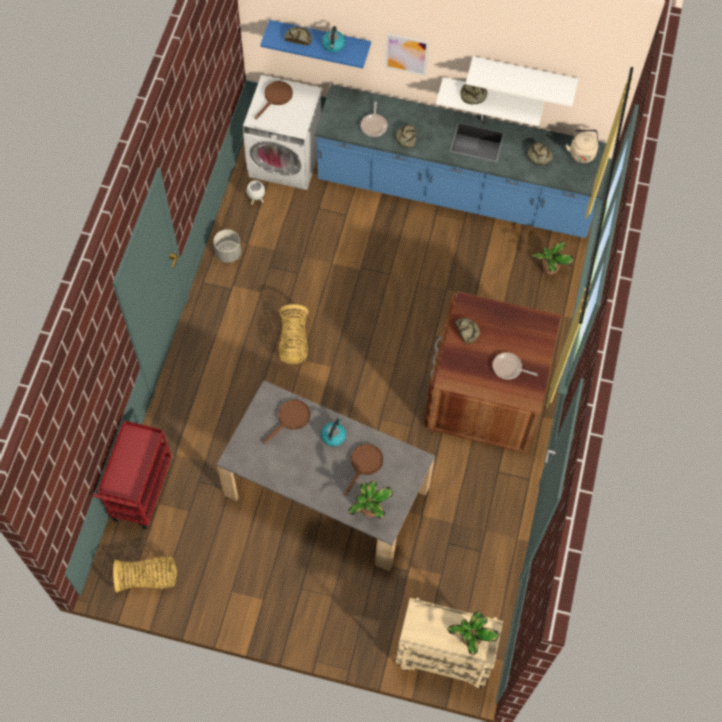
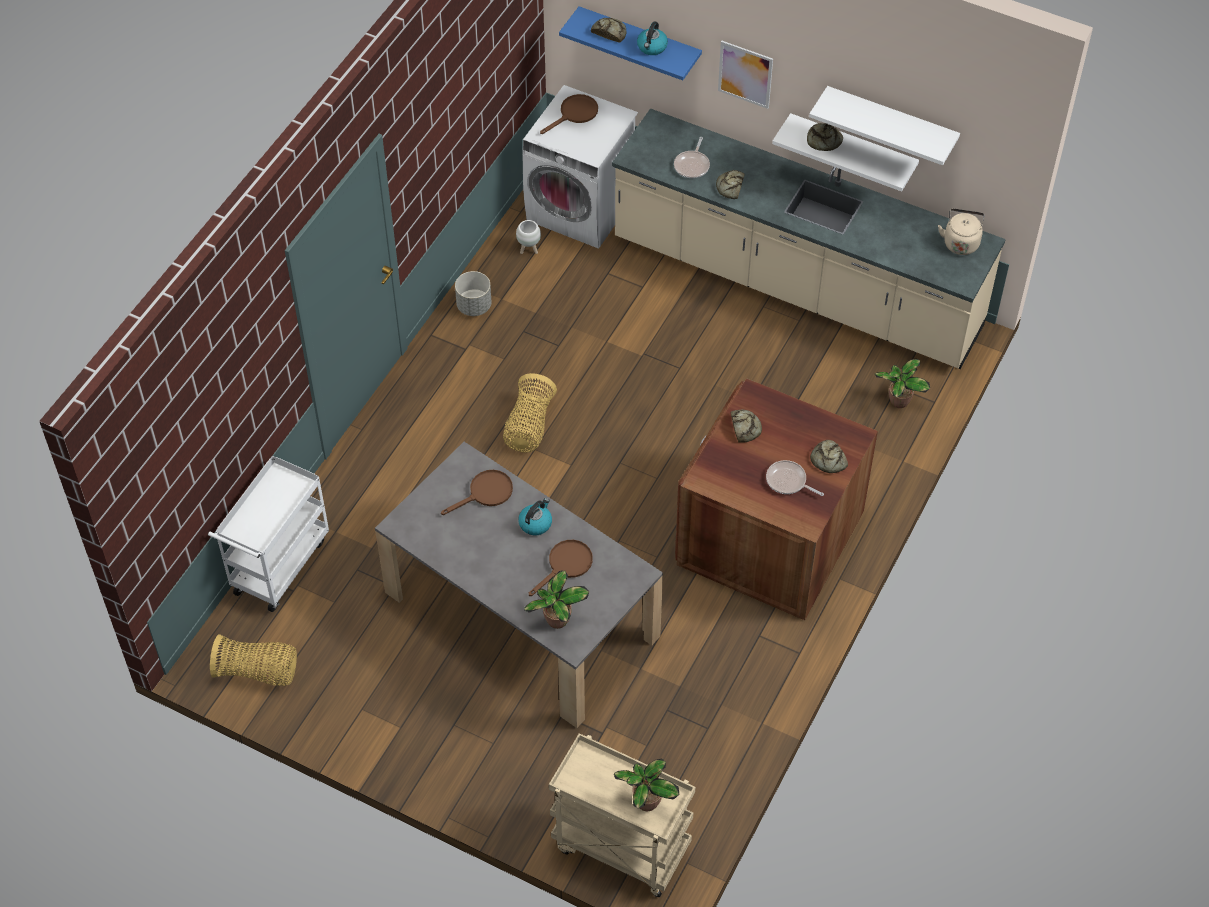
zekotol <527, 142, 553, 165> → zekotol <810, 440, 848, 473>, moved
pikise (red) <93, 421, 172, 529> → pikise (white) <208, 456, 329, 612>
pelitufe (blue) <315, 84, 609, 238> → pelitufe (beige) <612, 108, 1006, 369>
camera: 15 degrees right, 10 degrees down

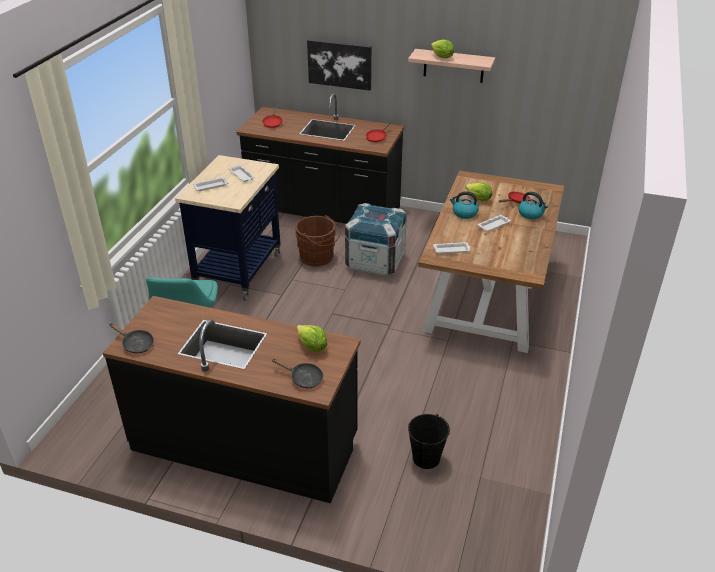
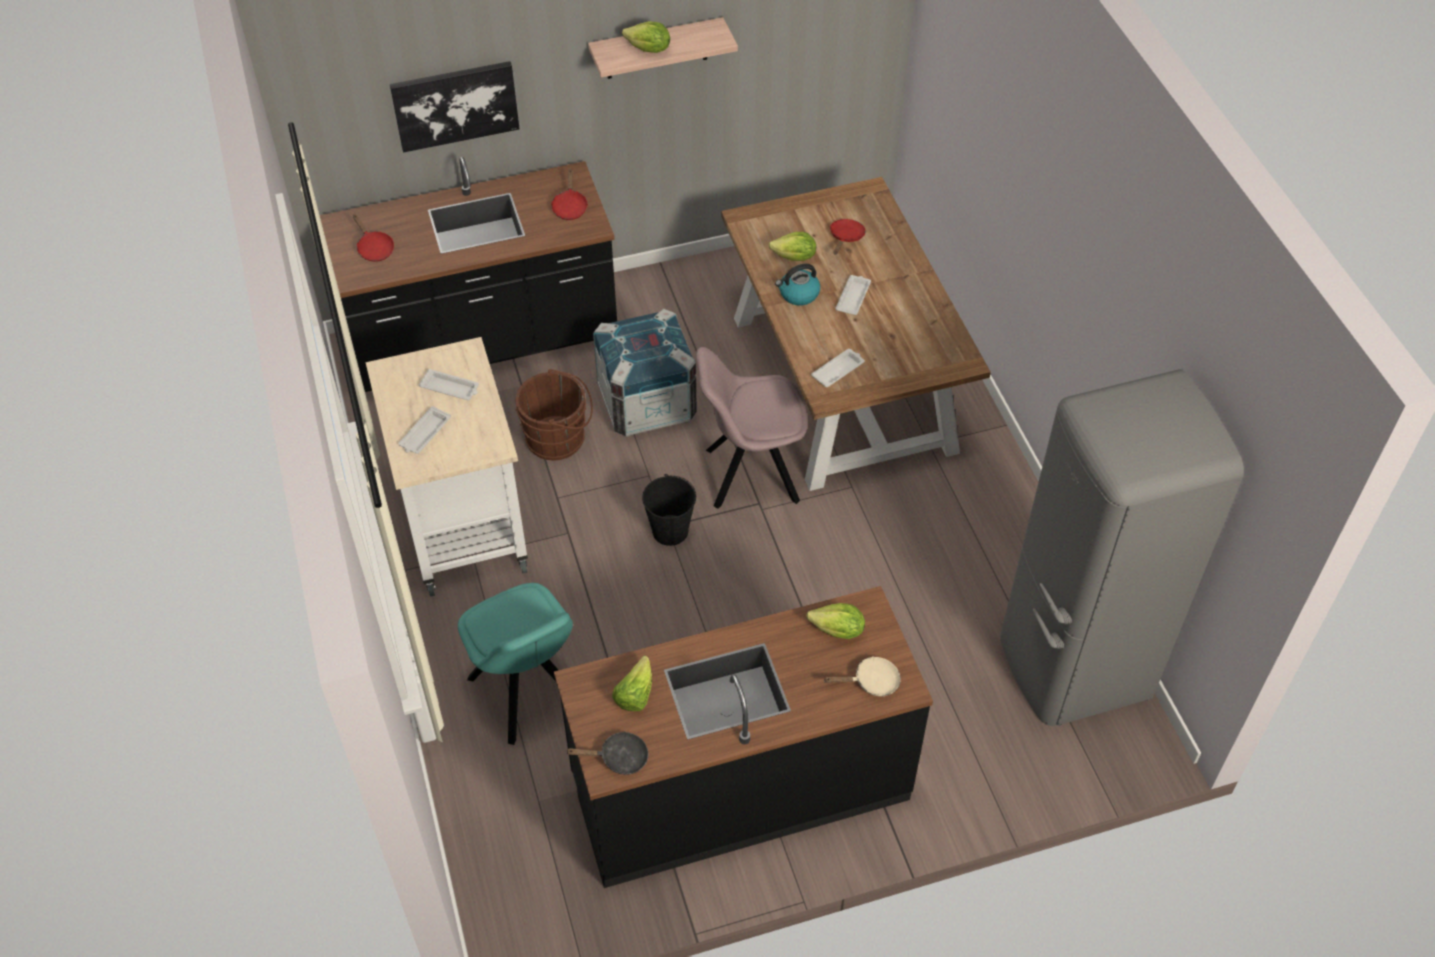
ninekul <518, 192, 548, 219> → -
- → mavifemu <612, 655, 652, 711>
- → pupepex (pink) <696, 347, 808, 509>
- → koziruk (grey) <1000, 369, 1244, 726>
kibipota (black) <408, 414, 450, 469> → kibipota (black) <642, 474, 696, 546>, moved
pikise (blue) <175, 155, 281, 301> → pikise (white) <366, 337, 528, 597>
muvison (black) <272, 358, 323, 388> → muvison (beige) <823, 656, 901, 697>
camera: 35 degrees left, 15 degrees up

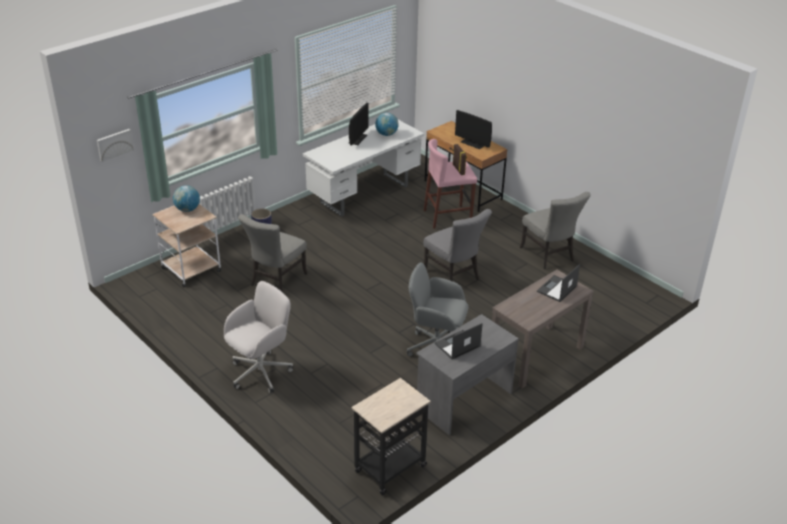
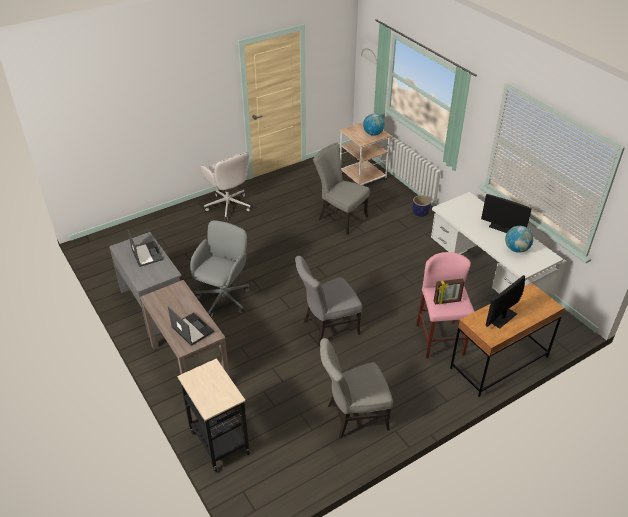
pikise <352, 378, 431, 495> → pikise <177, 358, 250, 473>, moved
camera: 100 degrees right, 5 degrees up

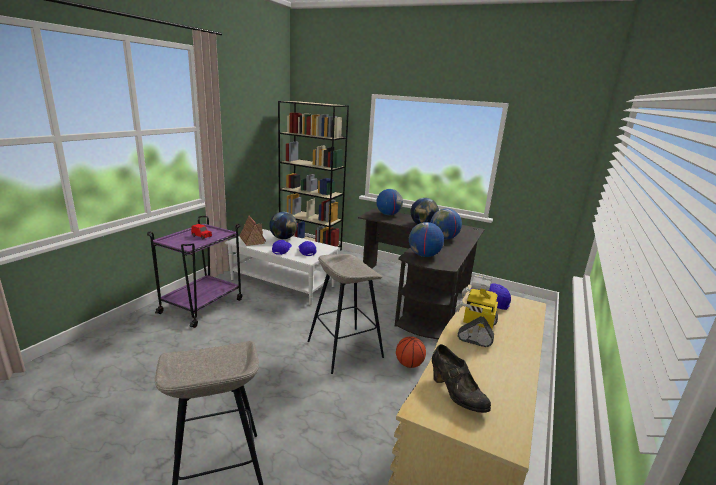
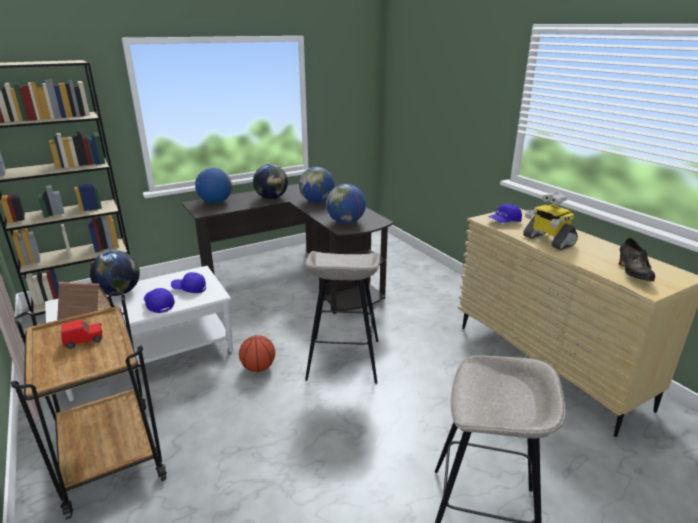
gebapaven <396, 336, 426, 368> → gebapaven <239, 335, 275, 372>, moved
pikise (purple) <147, 216, 242, 328> → pikise (brown) <11, 291, 167, 520>
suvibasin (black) <432, 344, 491, 413> → suvibasin (black) <619, 238, 655, 282>, 90 degrees clockwise
camera: 55 degrees left, 5 degrees up

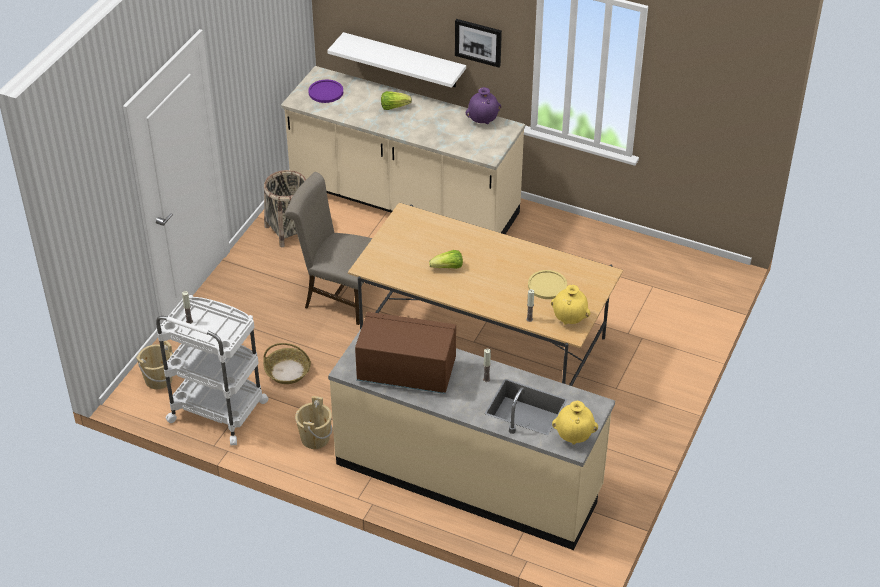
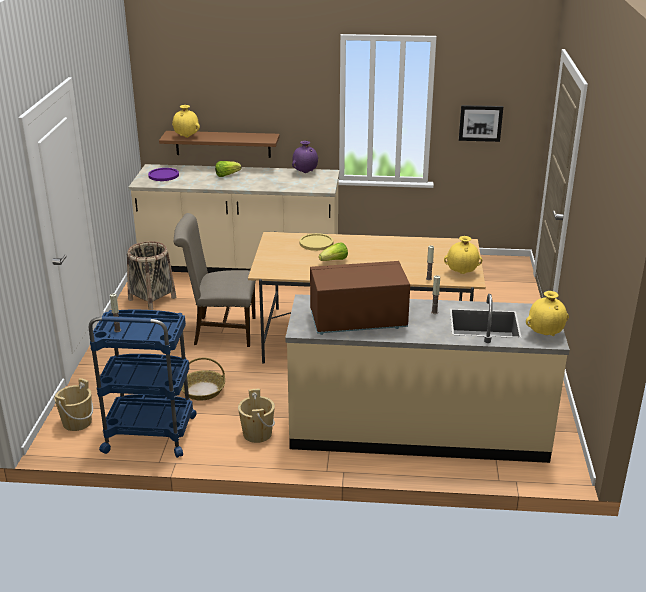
- → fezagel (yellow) <172, 105, 200, 138>
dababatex <455, 19, 502, 68> → dababatex <459, 105, 503, 142>, moved
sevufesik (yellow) <528, 270, 567, 299> → sevufesik (yellow) <299, 233, 333, 251>, moved
pikise (white) <156, 295, 269, 446> → pikise (blue) <89, 310, 197, 458>
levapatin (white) <327, 32, 466, 88> → levapatin (brown) <159, 131, 280, 158>
camera: 20 degrees left, 15 degrees down

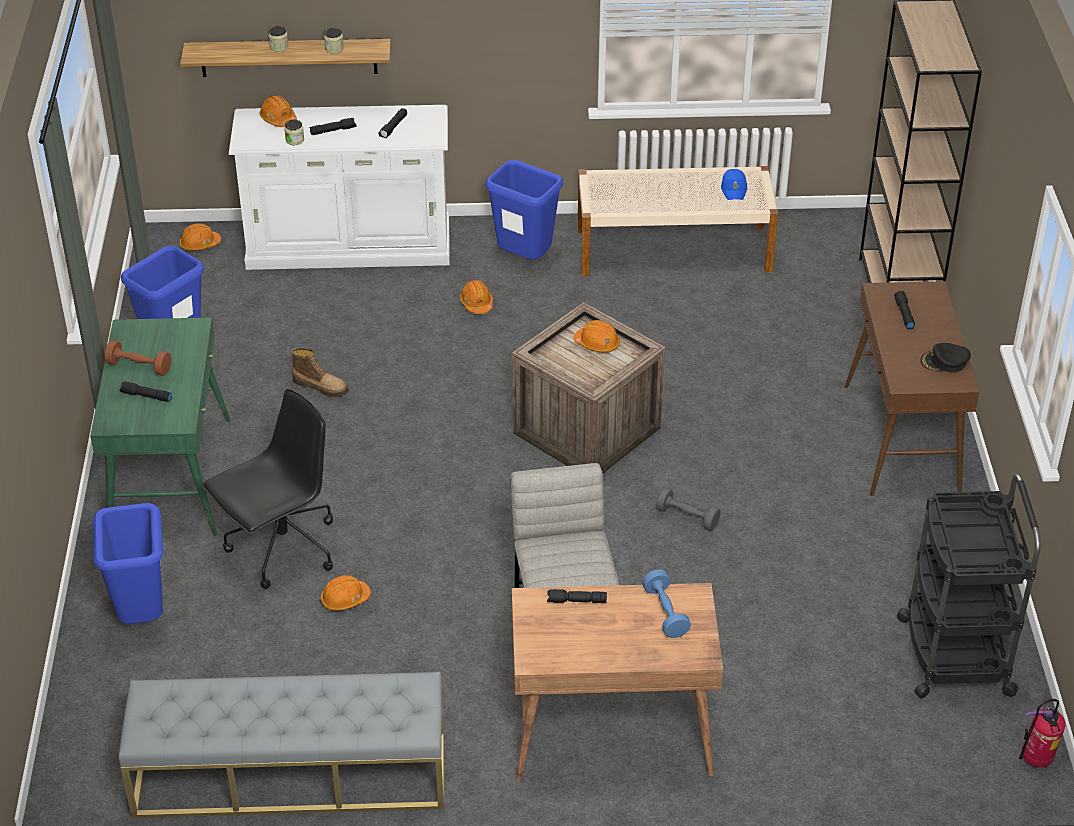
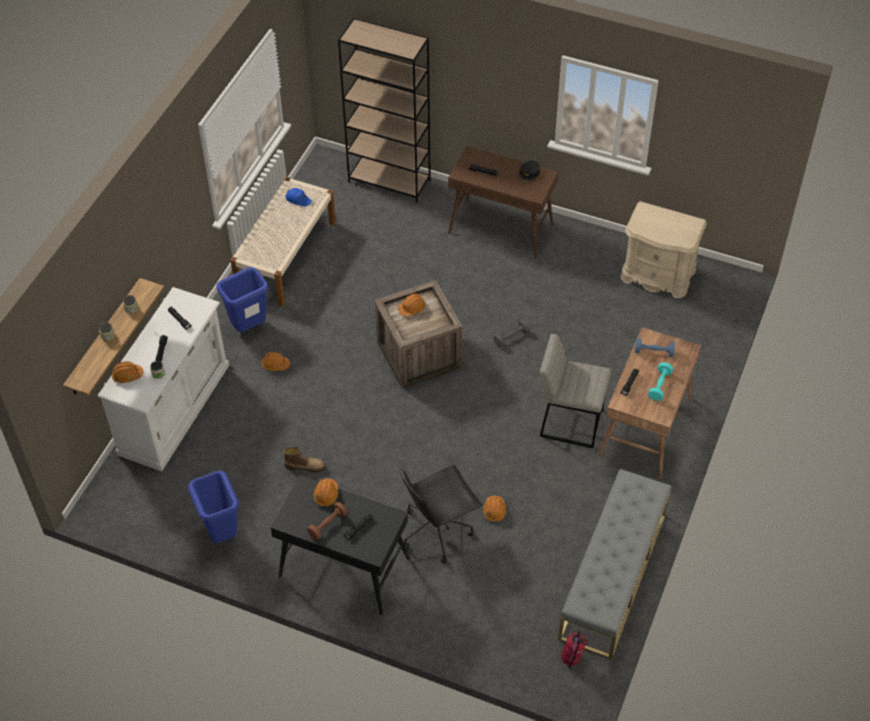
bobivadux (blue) <93, 503, 163, 624> → -
- → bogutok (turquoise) <648, 362, 673, 401>
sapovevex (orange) <179, 223, 221, 251> → sapovevex (orange) <313, 479, 338, 506>, moved
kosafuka <1019, 699, 1065, 767> → kosafuka <561, 631, 589, 668>, moved
pikise (black) <897, 474, 1041, 698> → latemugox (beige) <620, 201, 707, 298>
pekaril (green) <90, 317, 231, 536> → pekaril (black) <270, 475, 410, 615>
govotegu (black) <202, 389, 333, 589> → govotegu (black) <401, 465, 482, 563>, 105 degrees counterclockwise
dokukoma <291, 347, 349, 397> → dokukoma <283, 447, 326, 473>, 45 degrees clockwise
camera: 65 degrees left, 10 degrees up

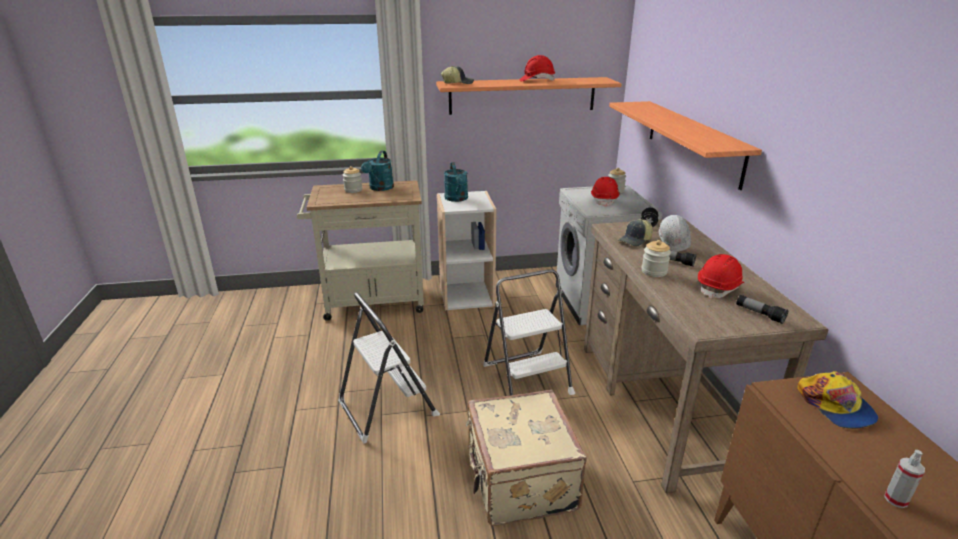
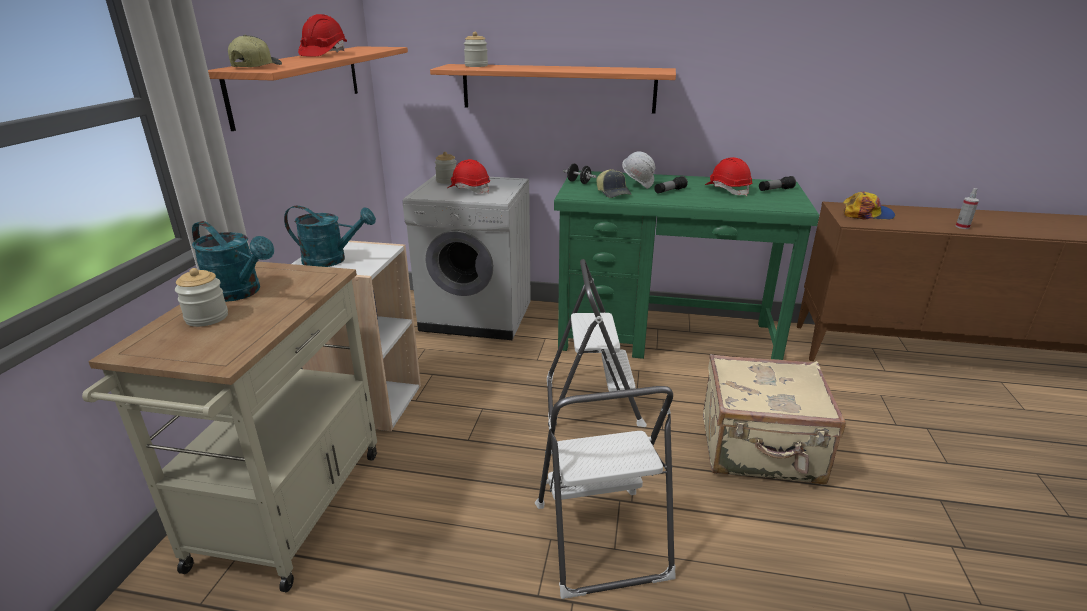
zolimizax <641, 240, 671, 277> → zolimizax <464, 32, 488, 67>, moved
pekaril (brown) <584, 220, 828, 493> → pekaril (green) <554, 171, 819, 360>
camera: 70 degrees left, 0 degrees up

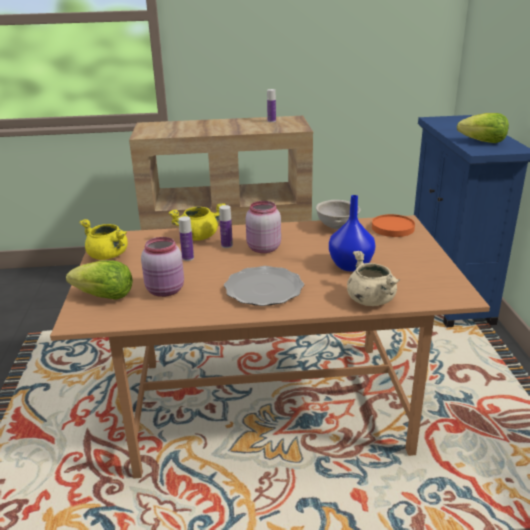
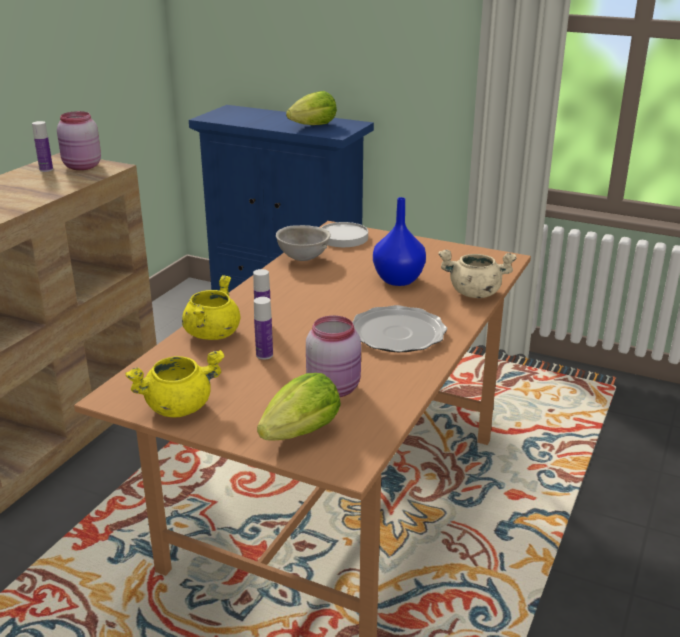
zolimizax (pink) <246, 201, 281, 253> → zolimizax (pink) <57, 111, 101, 170>, moved
sevufesik (orange) <372, 214, 415, 237> → sevufesik (white) <321, 222, 368, 247>
camera: 60 degrees left, 0 degrees up

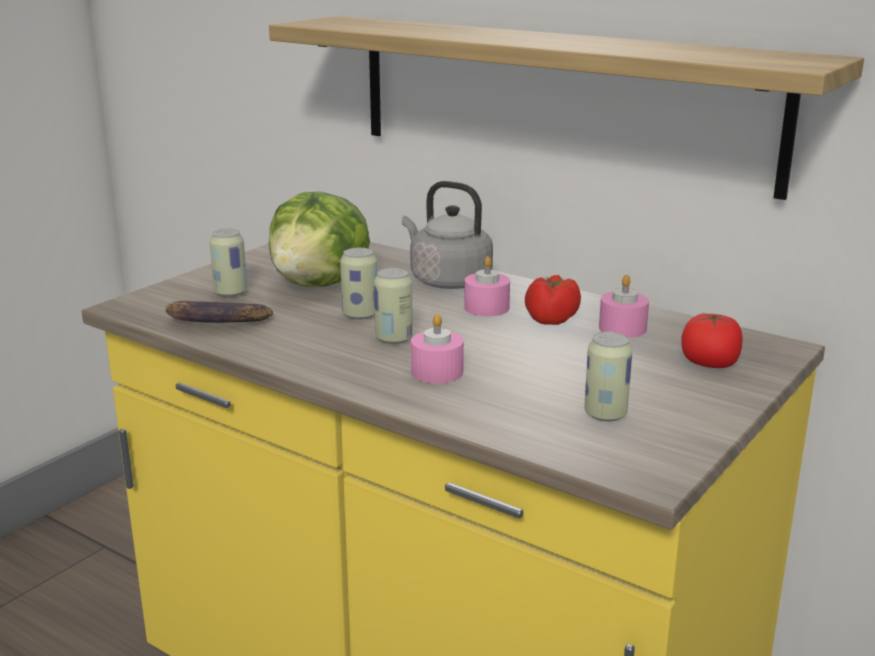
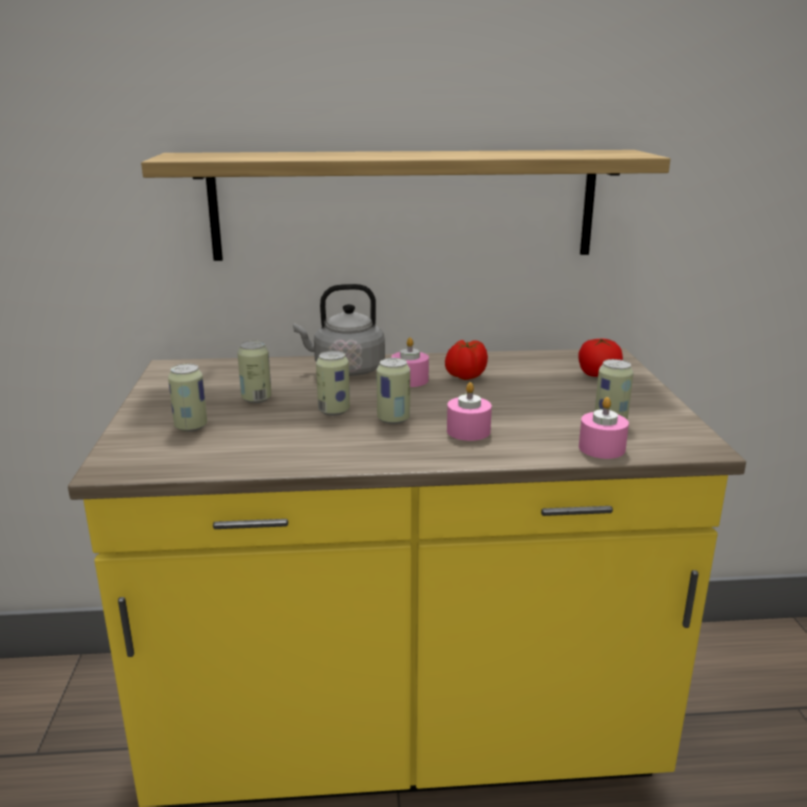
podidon <166, 301, 273, 323> → -
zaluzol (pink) <599, 275, 649, 338> → zaluzol (pink) <579, 397, 629, 459>, moved
mavifemu <269, 191, 370, 287> → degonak <237, 341, 272, 403>
camera: 40 degrees left, 0 degrees up

